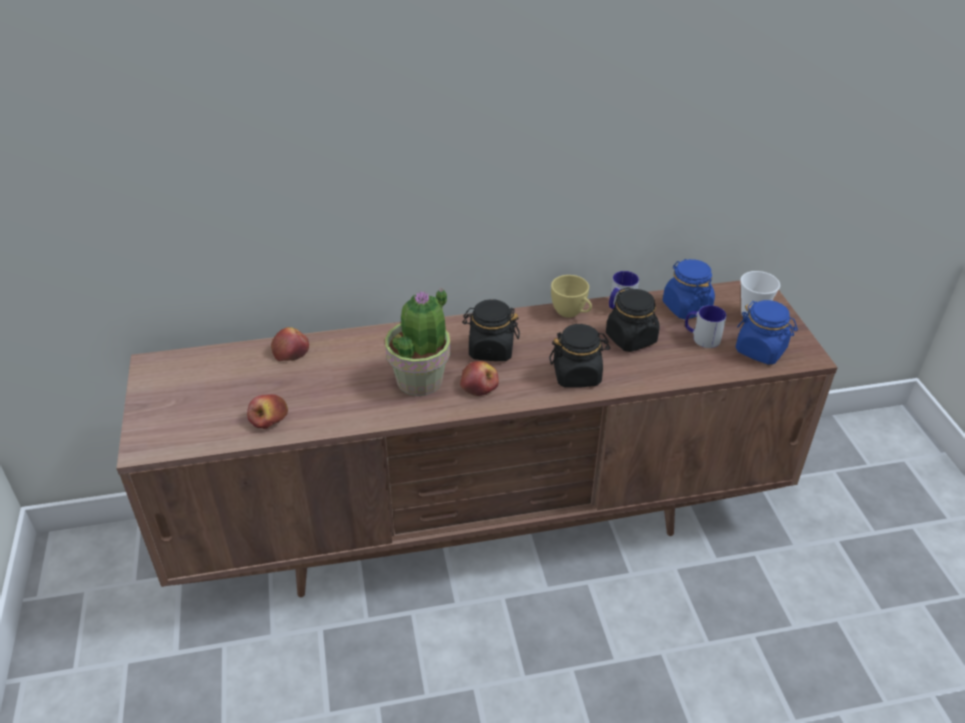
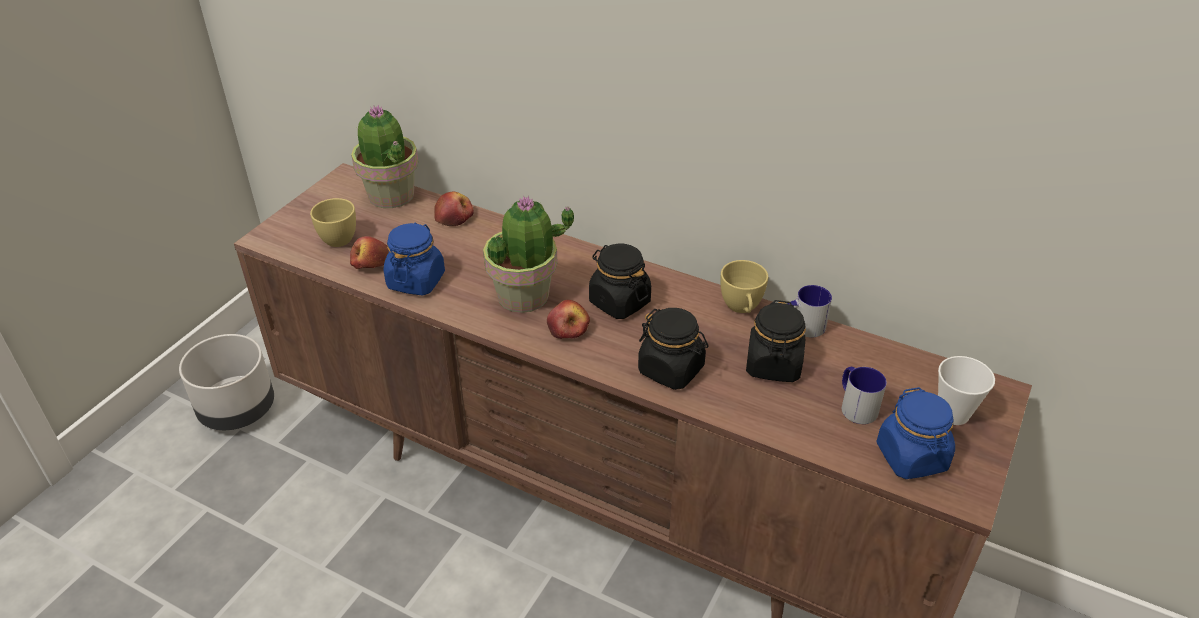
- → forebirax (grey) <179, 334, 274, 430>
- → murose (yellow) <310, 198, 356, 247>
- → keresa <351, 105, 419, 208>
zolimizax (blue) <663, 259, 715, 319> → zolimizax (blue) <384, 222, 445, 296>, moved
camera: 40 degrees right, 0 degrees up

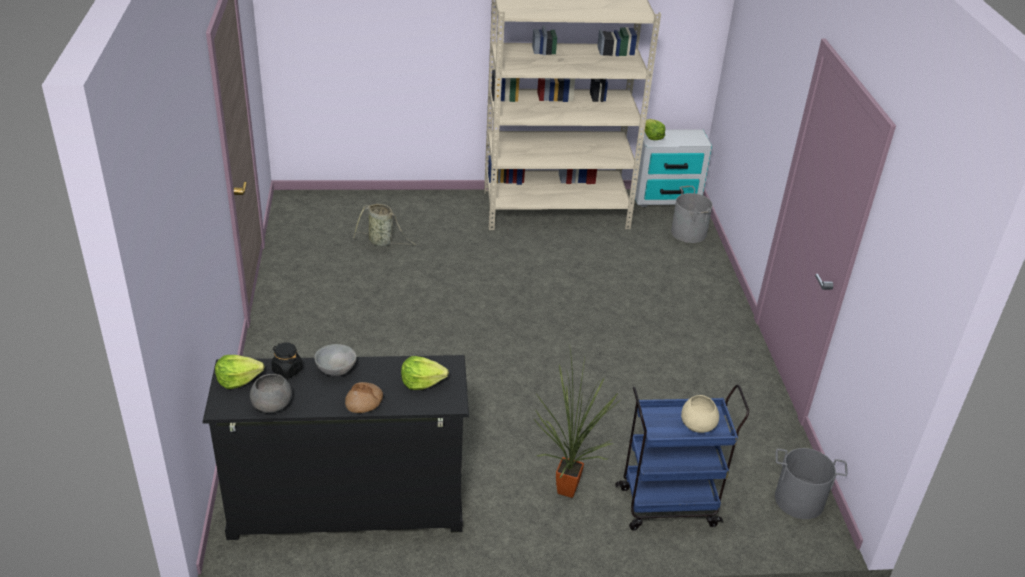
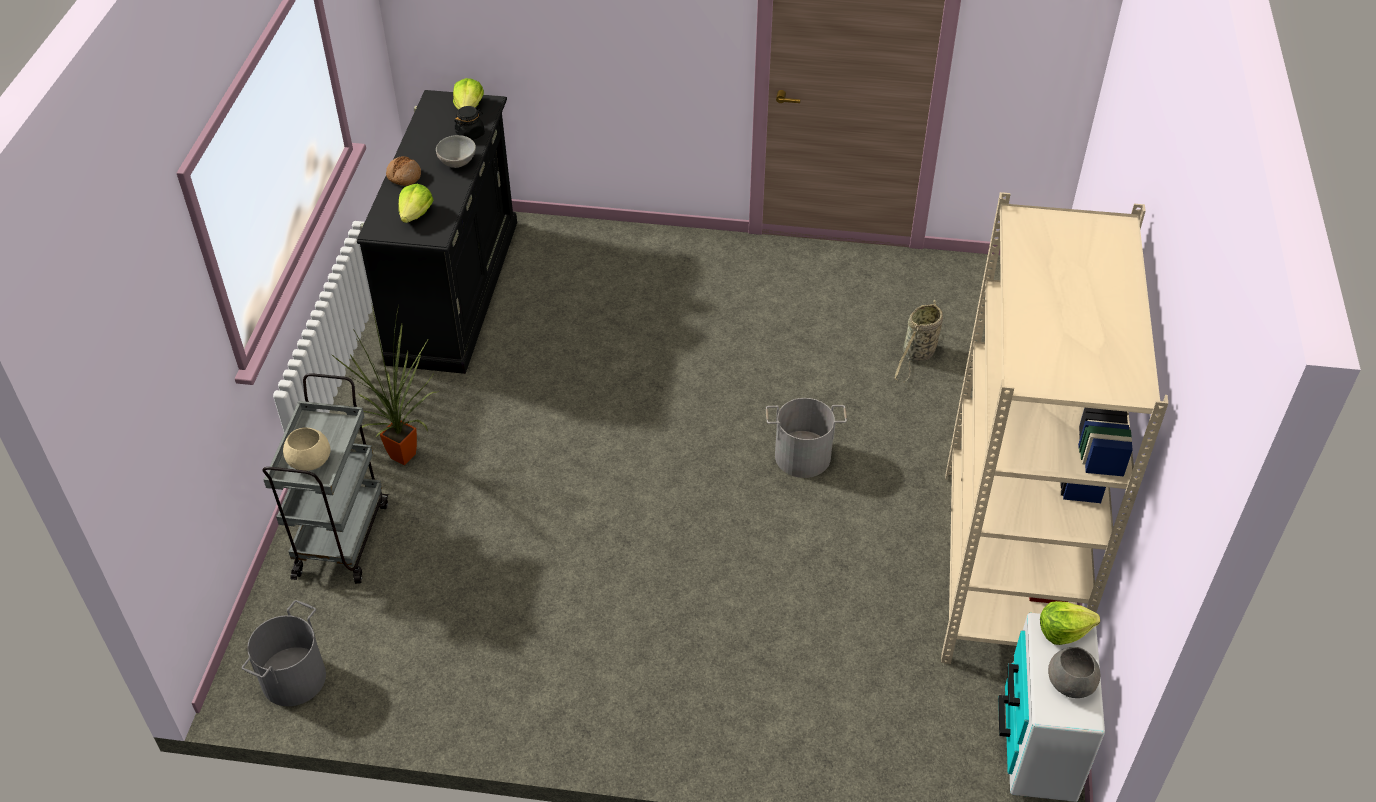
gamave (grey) <250, 374, 292, 413> → gamave (grey) <1048, 647, 1100, 698>, moved
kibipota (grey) <671, 186, 713, 243> → kibipota (grey) <766, 398, 847, 478>, moved
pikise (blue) <615, 385, 749, 531> → pikise (grey) <262, 373, 389, 584>
camera: 105 degrees right, 10 degrees up

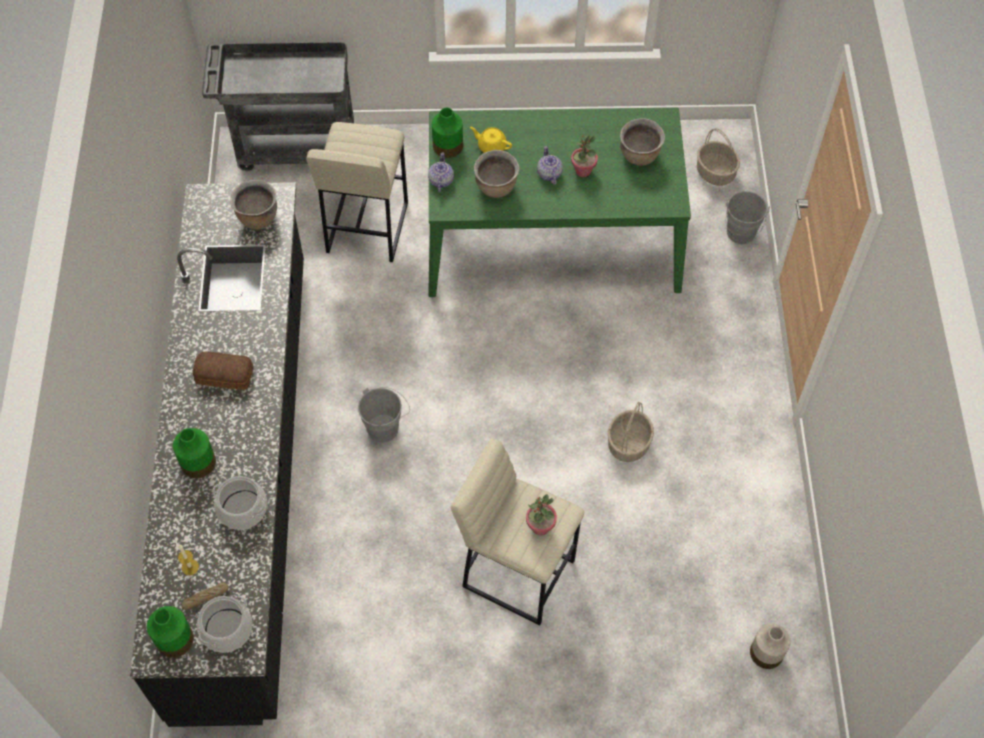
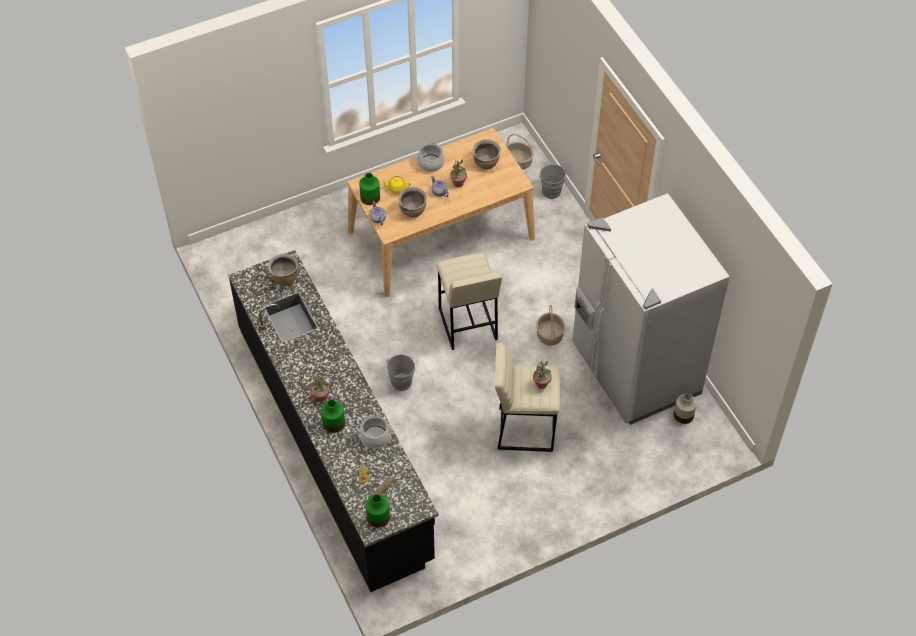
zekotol <193, 352, 254, 390> → -
pikise (black) <202, 42, 354, 171> → -
- → keresa <310, 375, 329, 402>
- → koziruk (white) <572, 193, 730, 425>
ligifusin <197, 596, 253, 652> → ligifusin <417, 142, 445, 172>, moved
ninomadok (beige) <306, 122, 408, 262> → ninomadok (beige) <437, 253, 502, 350>, moved
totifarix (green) <428, 108, 691, 297> → totifarix (beige) <347, 128, 535, 297>
camera: 25 degrees left, 5 degrees down

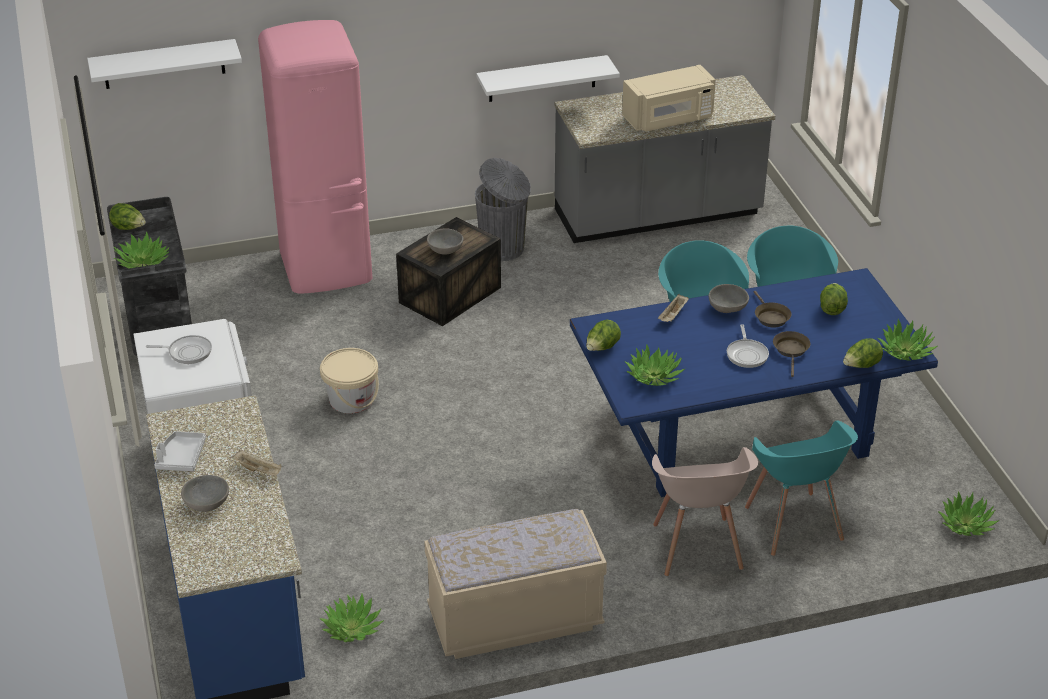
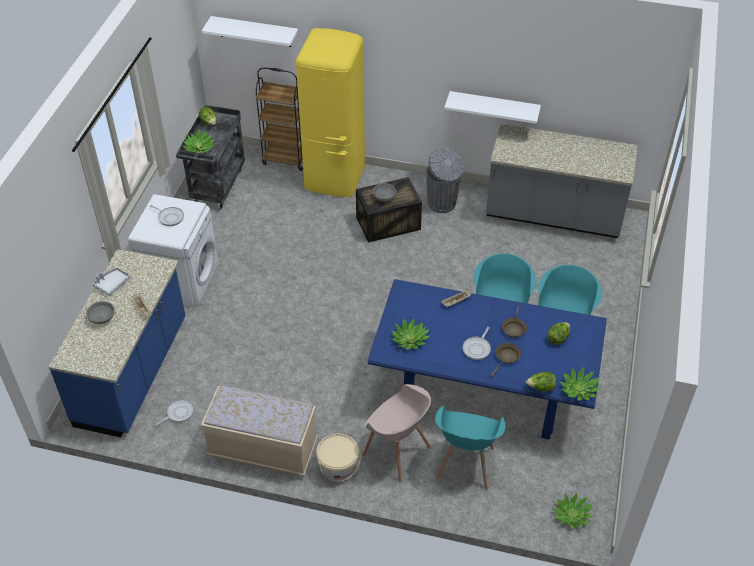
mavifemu <586, 319, 621, 351> → -
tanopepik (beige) <622, 65, 716, 132> → -
gamave (grey) <709, 284, 749, 313> → -
- → pikise (brown) <256, 68, 303, 171>
kibipota (beige) <320, 348, 379, 413> → kibipota (beige) <316, 434, 361, 482>, moved
keresa <319, 594, 384, 642> → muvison <156, 399, 194, 425>
koziruk (pink) <258, 20, 372, 294> → koziruk (yellow) <296, 28, 365, 197>
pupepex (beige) <652, 447, 758, 576> → pupepex (beige) <362, 384, 431, 482>, 75 degrees counterclockwise
camera: 30 degrees right, 10 degrees up

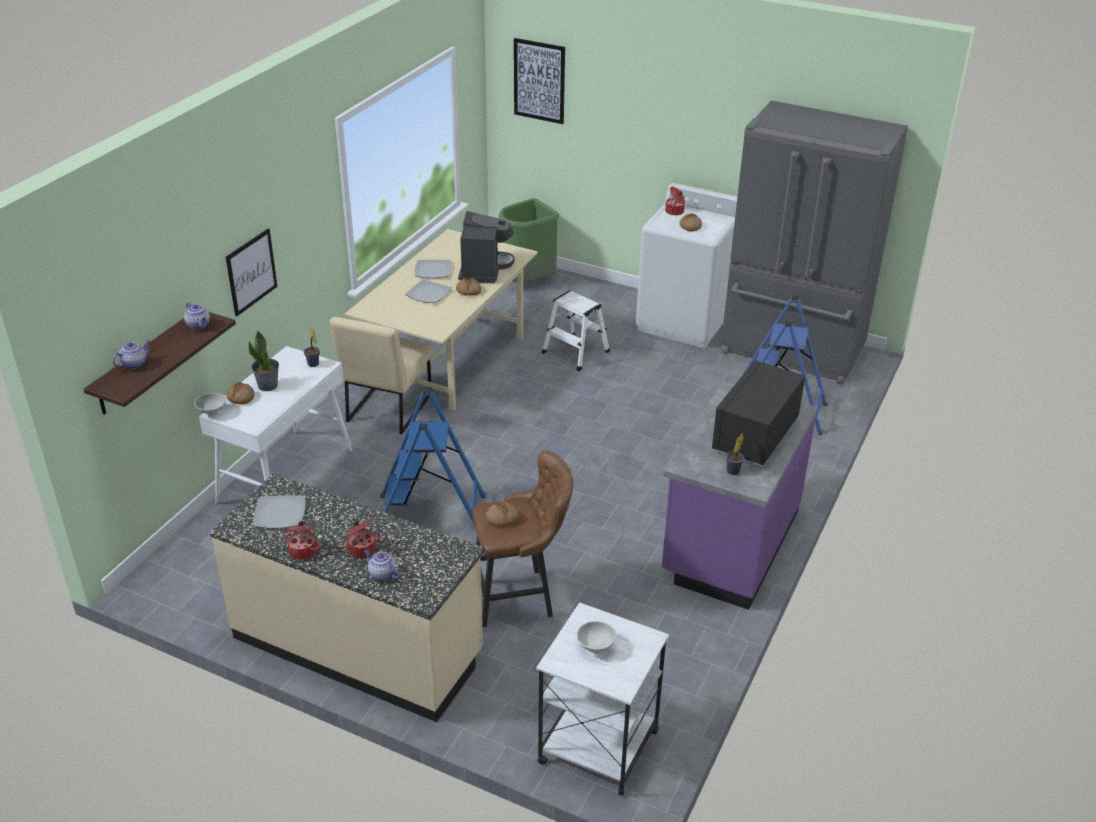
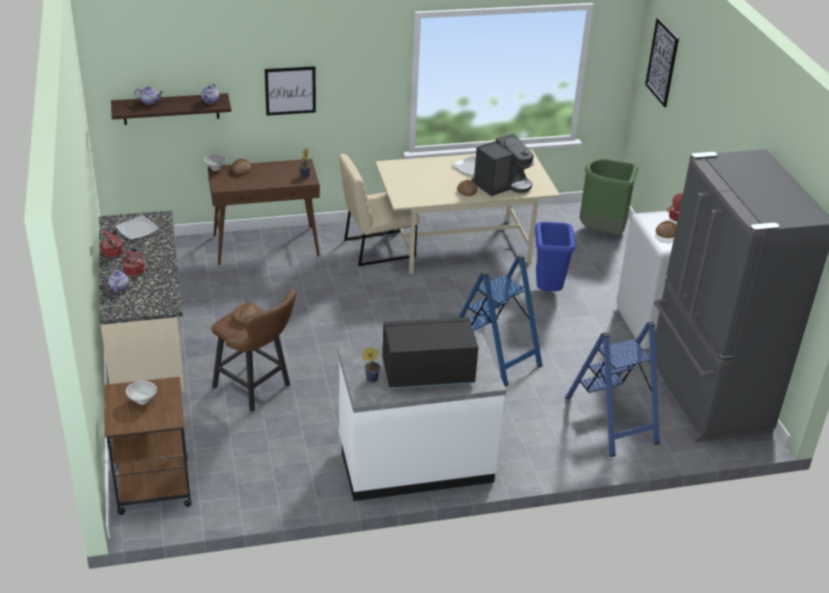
keresa <248, 331, 279, 391> → -
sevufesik <405, 280, 452, 303> → -
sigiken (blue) <380, 388, 486, 526> → sigiken (blue) <458, 254, 543, 386>, moved
sigiken (white) <542, 290, 610, 371> → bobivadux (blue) <535, 222, 576, 291>
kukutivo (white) <199, 346, 352, 504> → kukutivo (brown) <208, 159, 320, 265>
pikise (white) <536, 602, 669, 795> → pikise (brown) <104, 377, 192, 515>
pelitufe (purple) <662, 381, 818, 610> → pelitufe (white) <338, 333, 506, 501>
camera: 50 degrees right, 0 degrees up

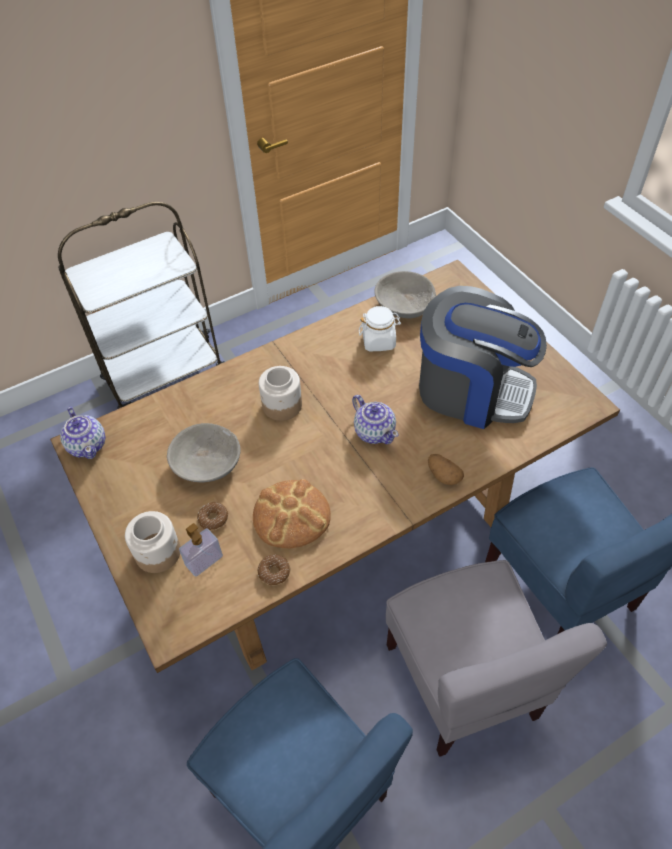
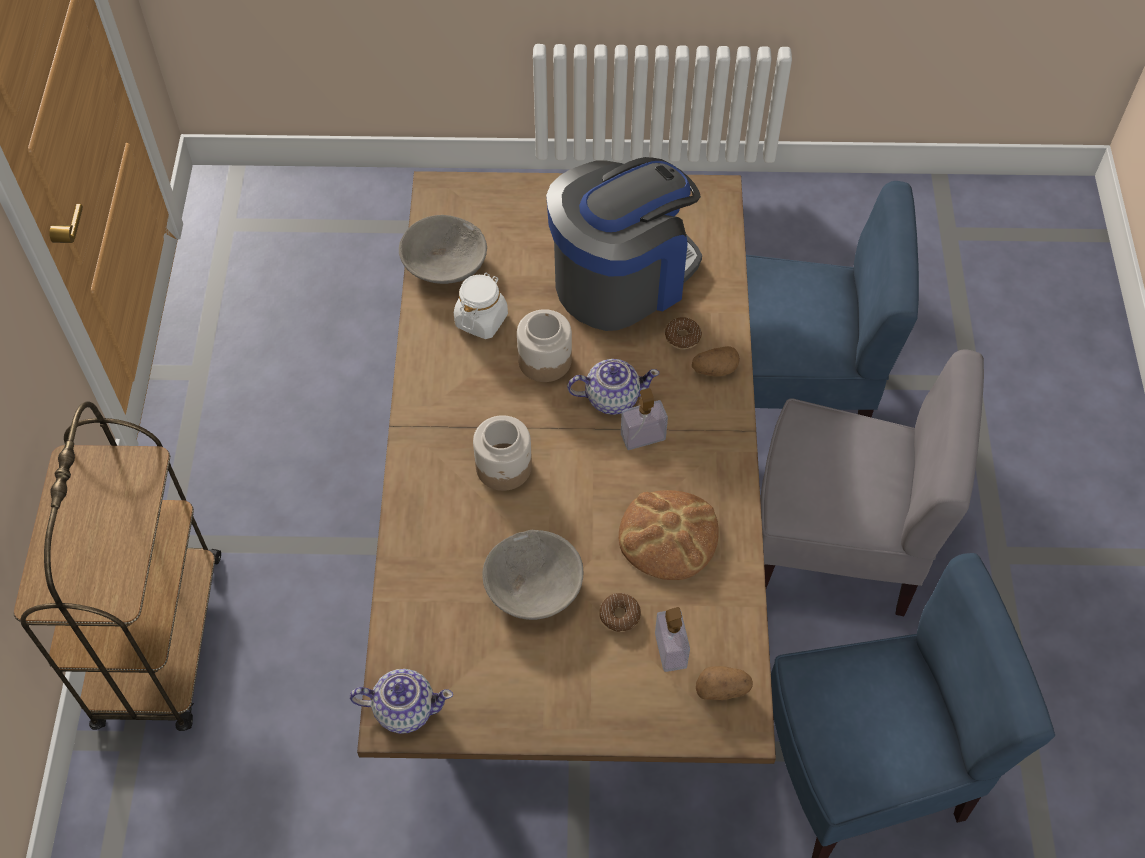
- → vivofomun <621, 388, 668, 450>
- → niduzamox <696, 666, 753, 700>
zolimizax <125, 511, 181, 573> → zolimizax <517, 309, 572, 382>, moved
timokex <258, 555, 290, 586> → timokex <665, 317, 702, 349>, moved
pikise (white) <58, 202, 225, 409> → pikise (brown) <14, 401, 221, 731>
camera: 60 degrees left, 5 degrees up

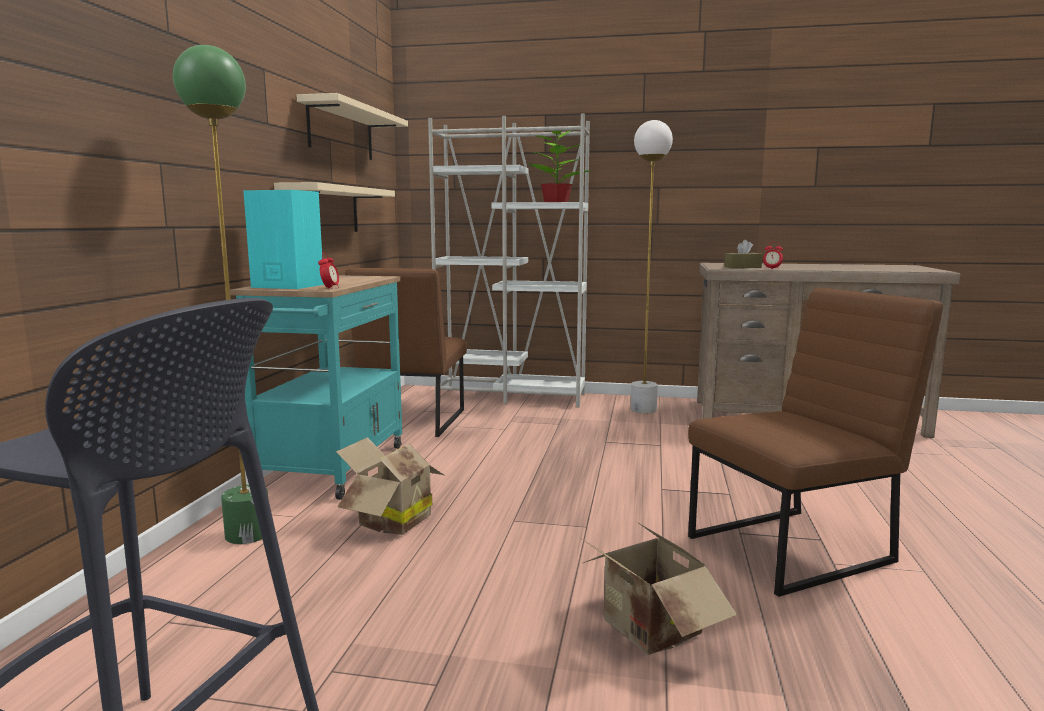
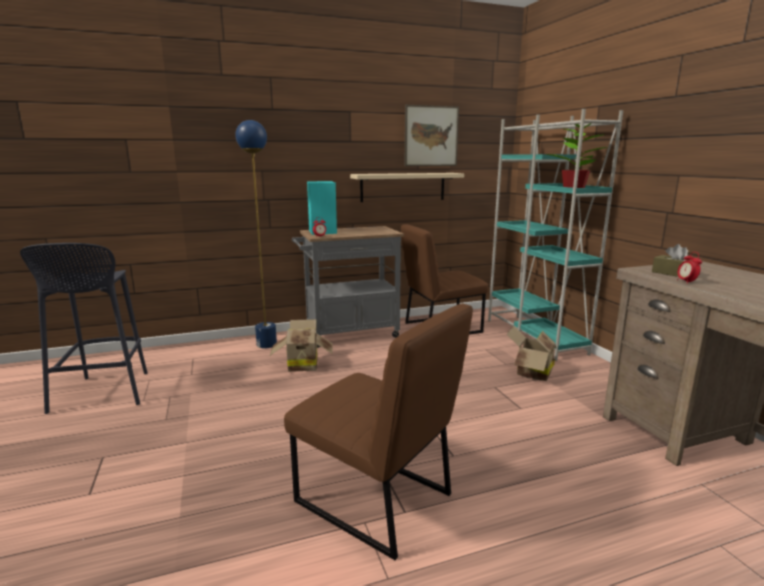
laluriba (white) <631, 120, 673, 414> → -
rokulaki <580, 522, 737, 655> → rokulaki <507, 326, 556, 381>, moved
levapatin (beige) <296, 93, 408, 160> → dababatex <404, 105, 459, 166>
laluriba (green) <173, 45, 268, 544> → laluriba (blue) <235, 120, 277, 349>
pikise (turquoise) <230, 275, 402, 500> → pikise (grey) <292, 226, 404, 348>
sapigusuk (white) <428, 113, 590, 407> → sapigusuk (turquoise) <488, 109, 623, 361>
camera: 60 degrees right, 5 degrees up

